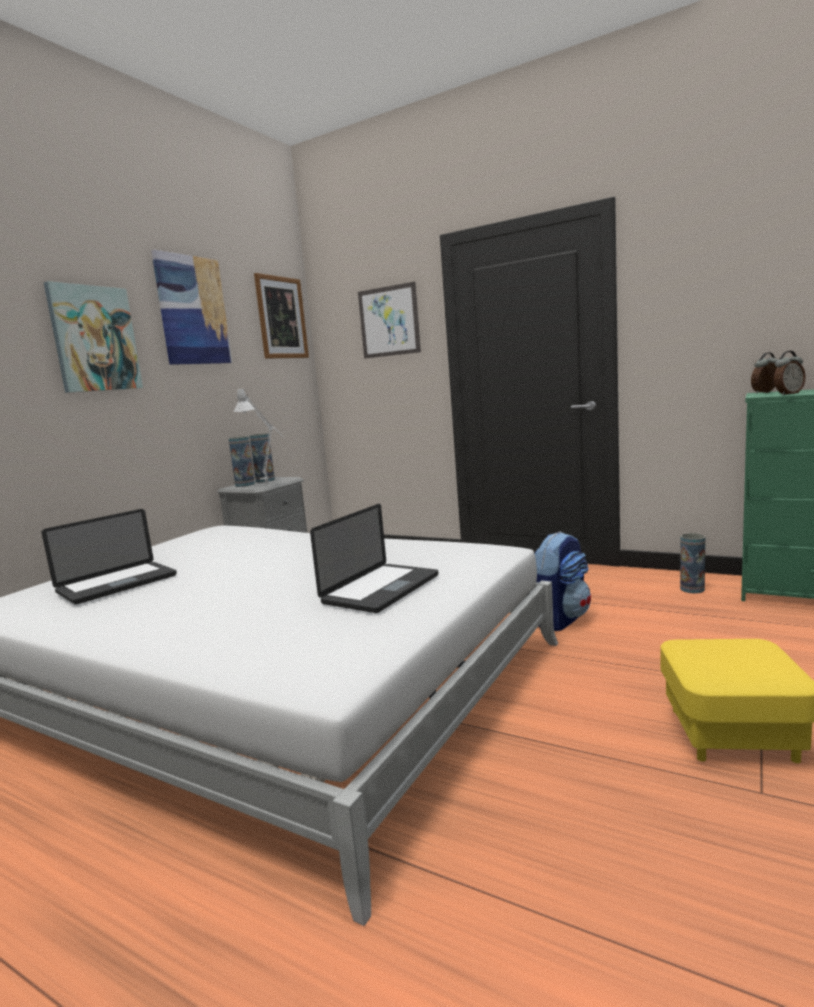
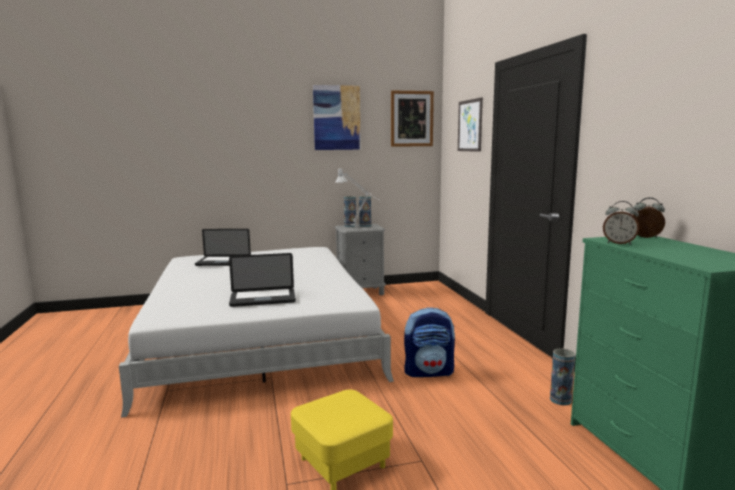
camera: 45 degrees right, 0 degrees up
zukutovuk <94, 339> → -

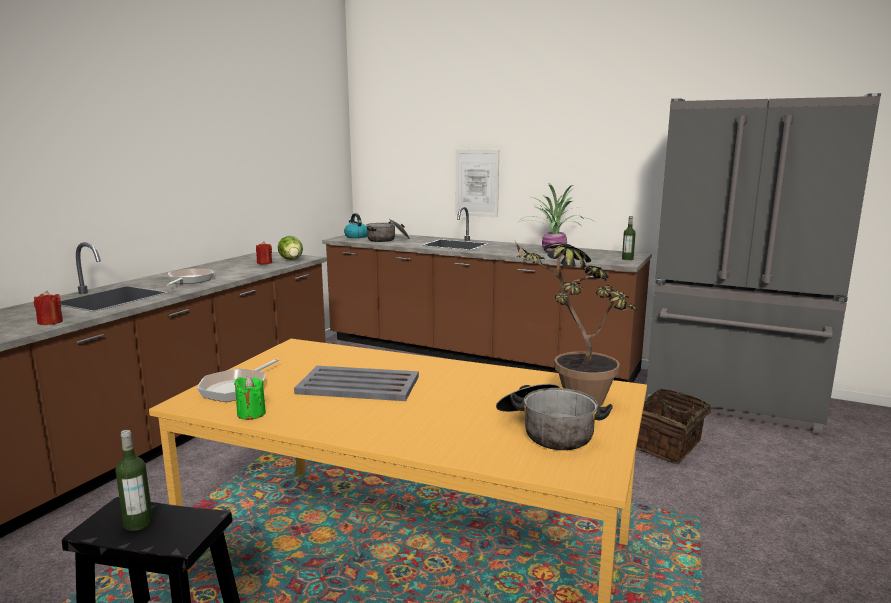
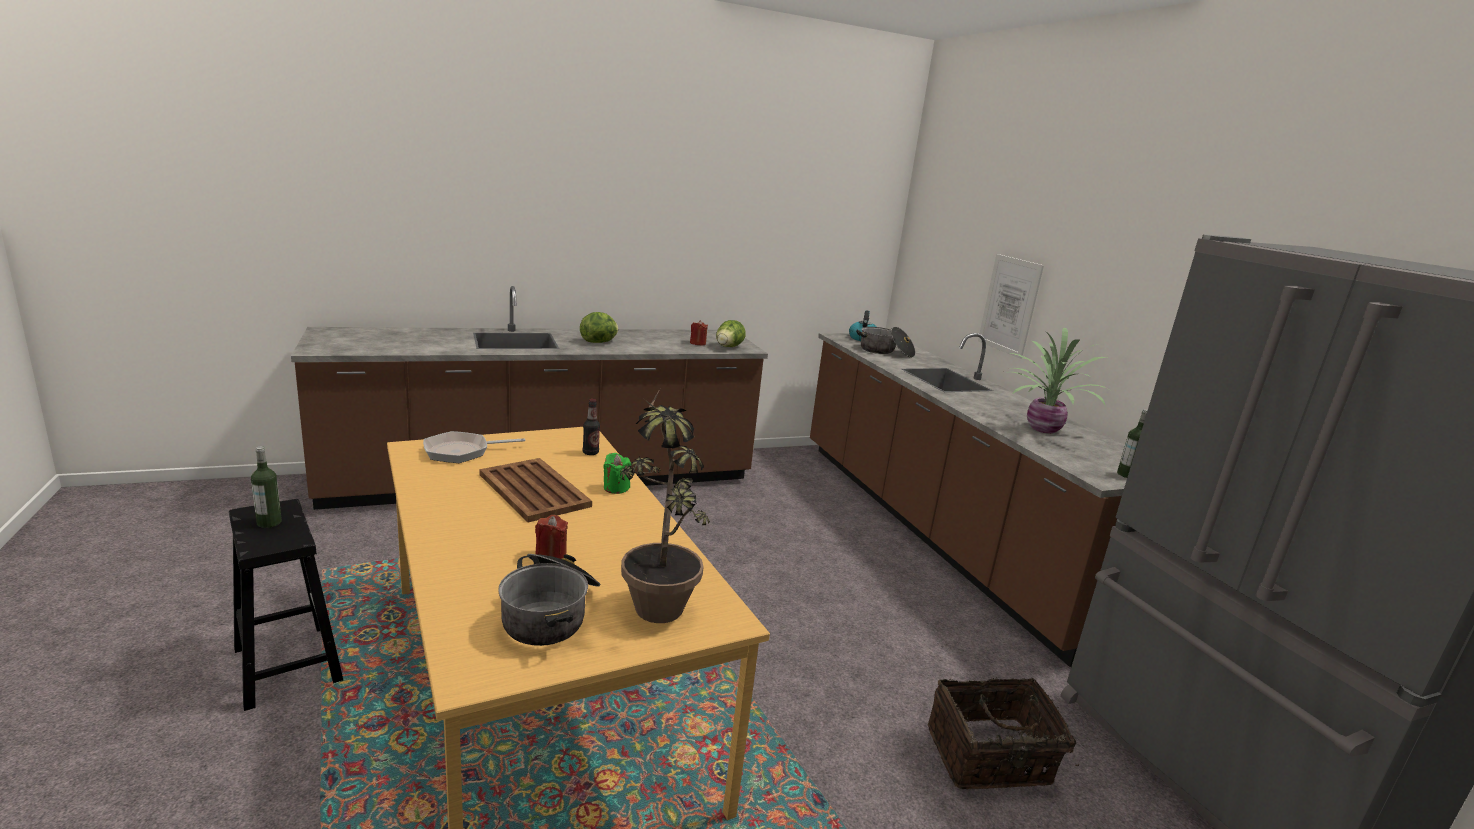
camera: 40 degrees right, 5 degrees up
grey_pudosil <359, 385> → brown_pudosil <534, 491>
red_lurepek <50, 322> → red_lurepek <551, 555>, shifted
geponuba <189, 280> → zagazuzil <599, 342>
- → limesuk <590, 453>
green_lurepek <251, 414> → green_lurepek <616, 488>, shifted

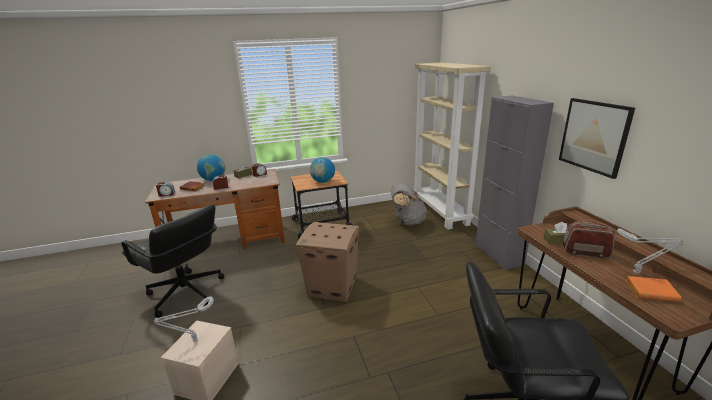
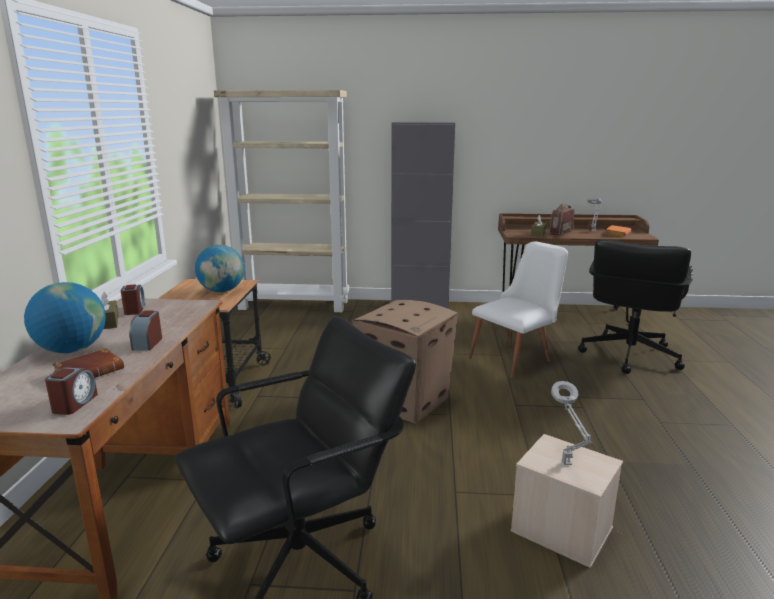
camera: 70 degrees left, 5 degrees down
- → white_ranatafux <516, 358>
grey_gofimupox <407, 222> → -
zukutovuk <594, 136> → -

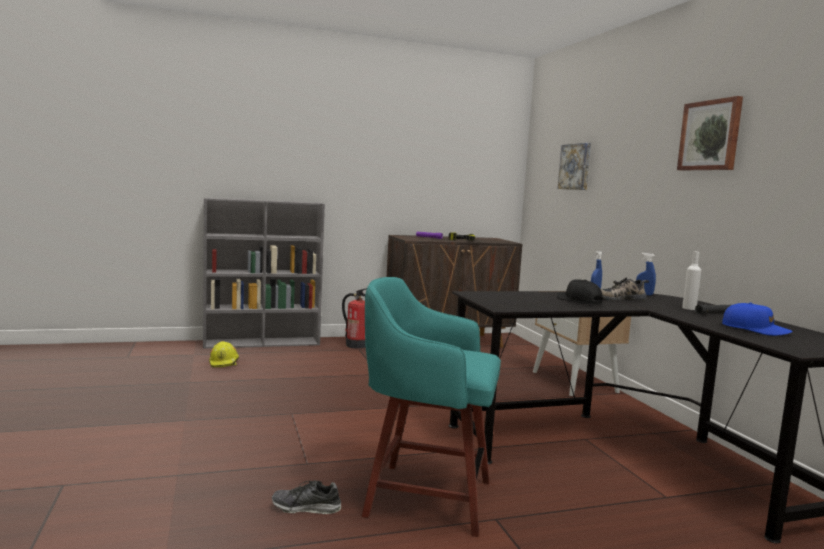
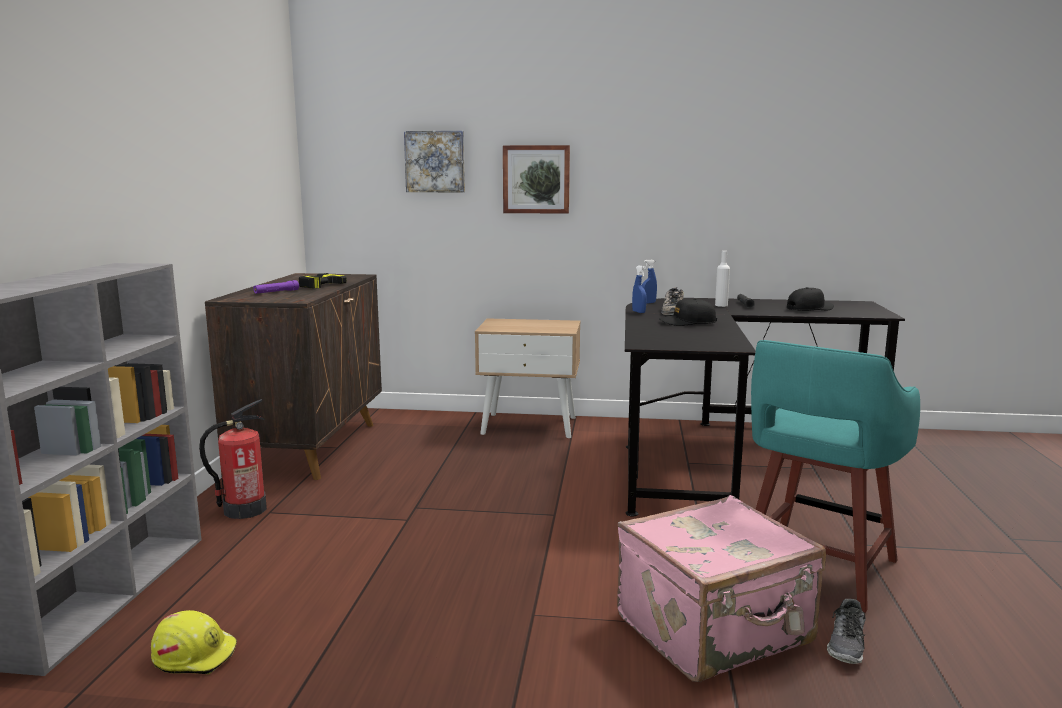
camera: 65 degrees left, 5 degrees up
zukutovuk <710, 135> → zukutovuk <536, 179>, shifted
- → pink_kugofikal <716, 631>
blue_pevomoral <755, 329> → black_pevomoral <809, 308>

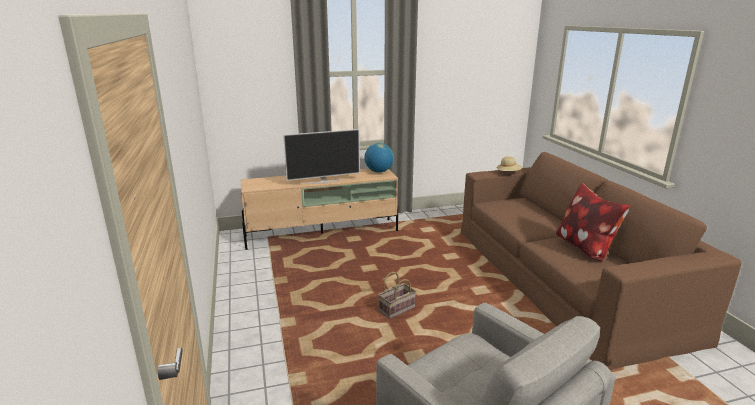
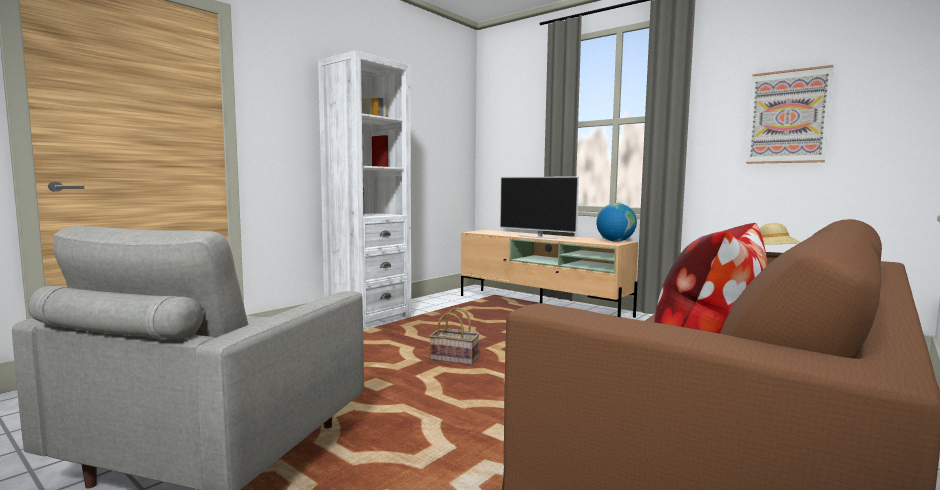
camera: 55 degrees right, 15 degrees down
- → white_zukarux <368, 319>
- → zukutovuk <787, 117>

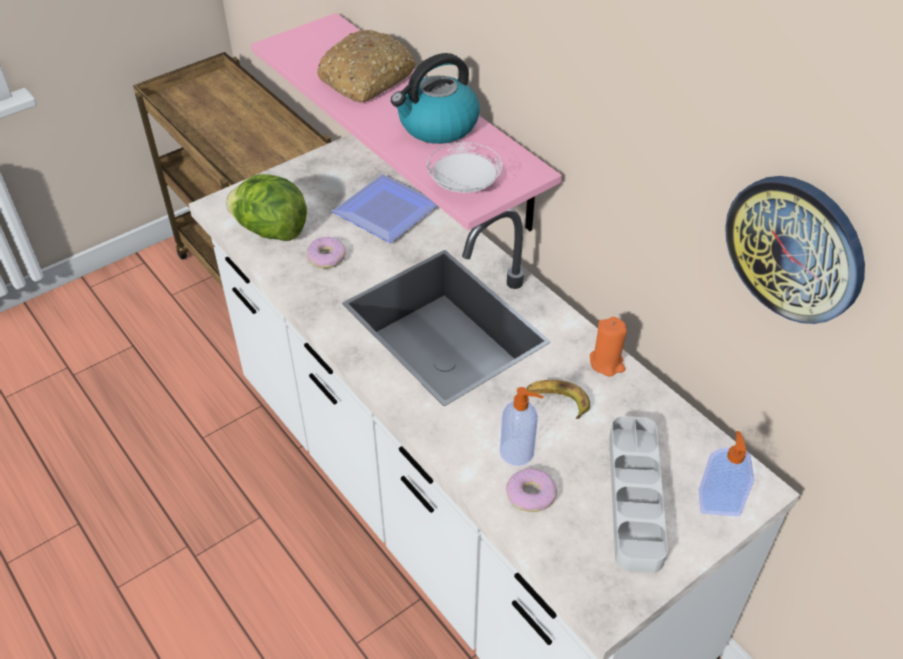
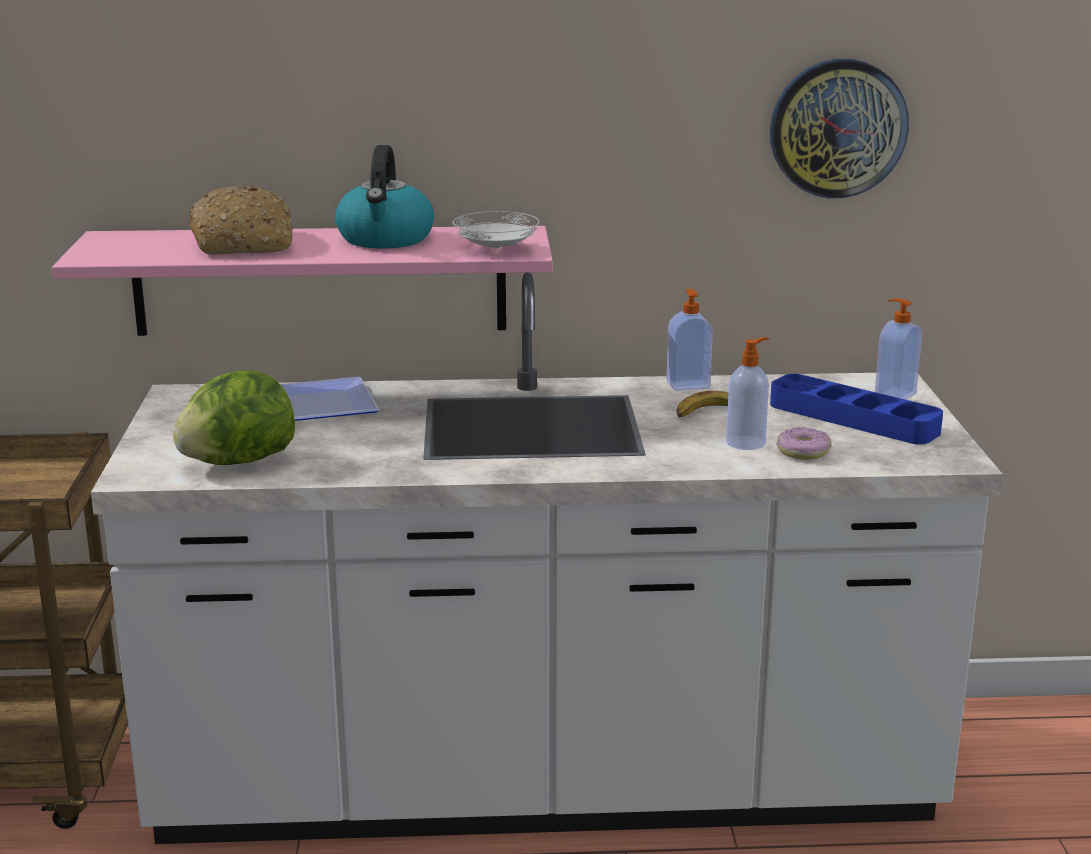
camera: 55 degrees left, 25 degrees down
orange_lurepek <607, 363> → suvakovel <687, 385>
grey_pudosil <635, 496> → blue_pudosil <853, 418>
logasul <327, 257> → -

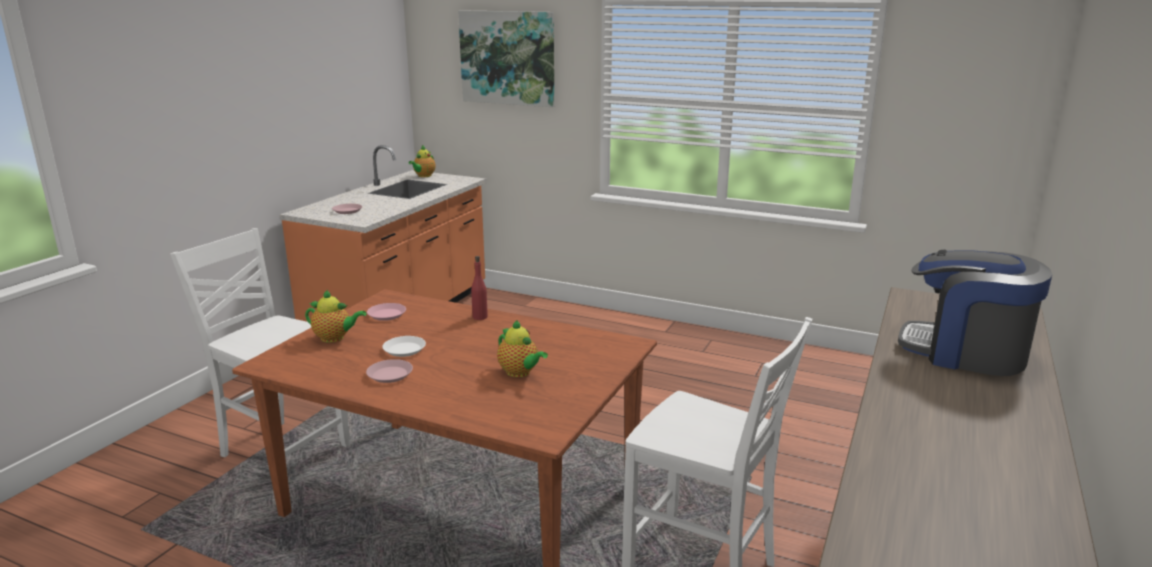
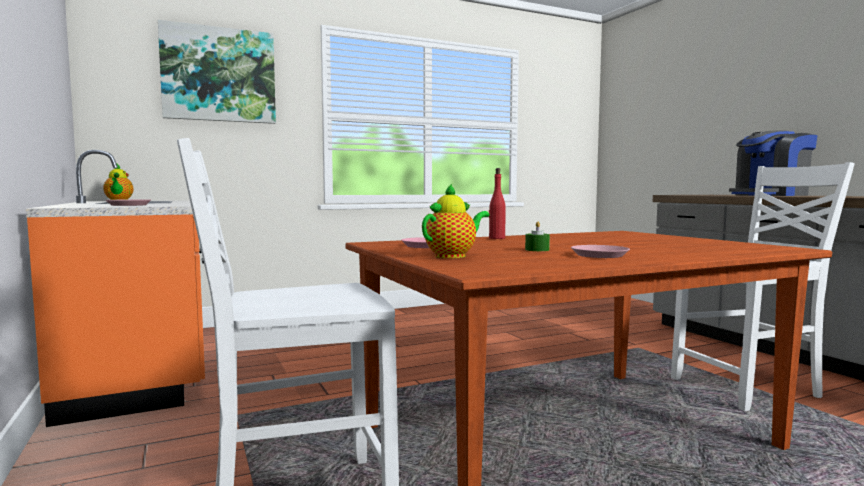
camera: 50 degrees left, 15 degrees down
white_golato <404, 349> → green_lurepek <537, 250>
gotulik <520, 373> → -

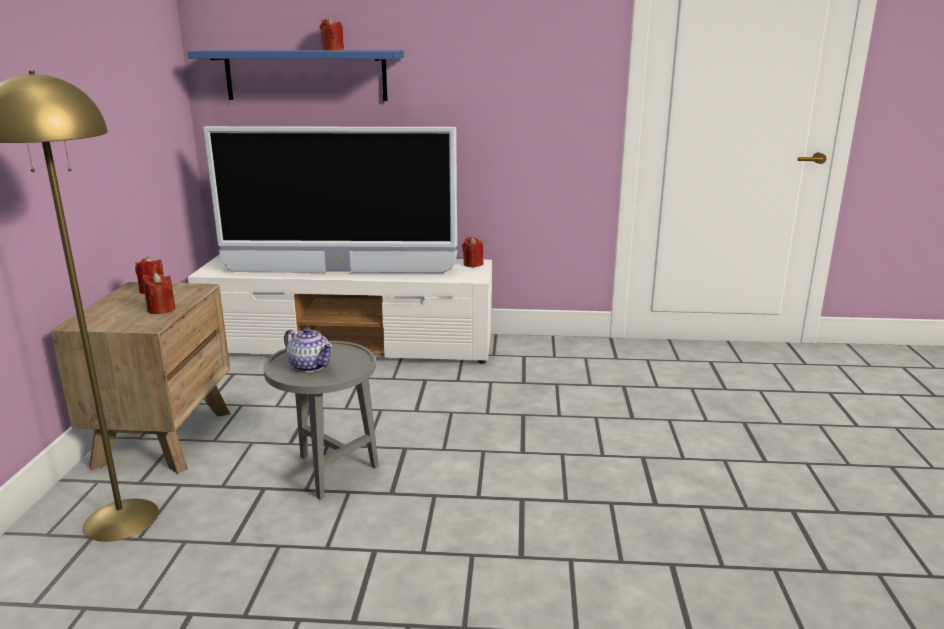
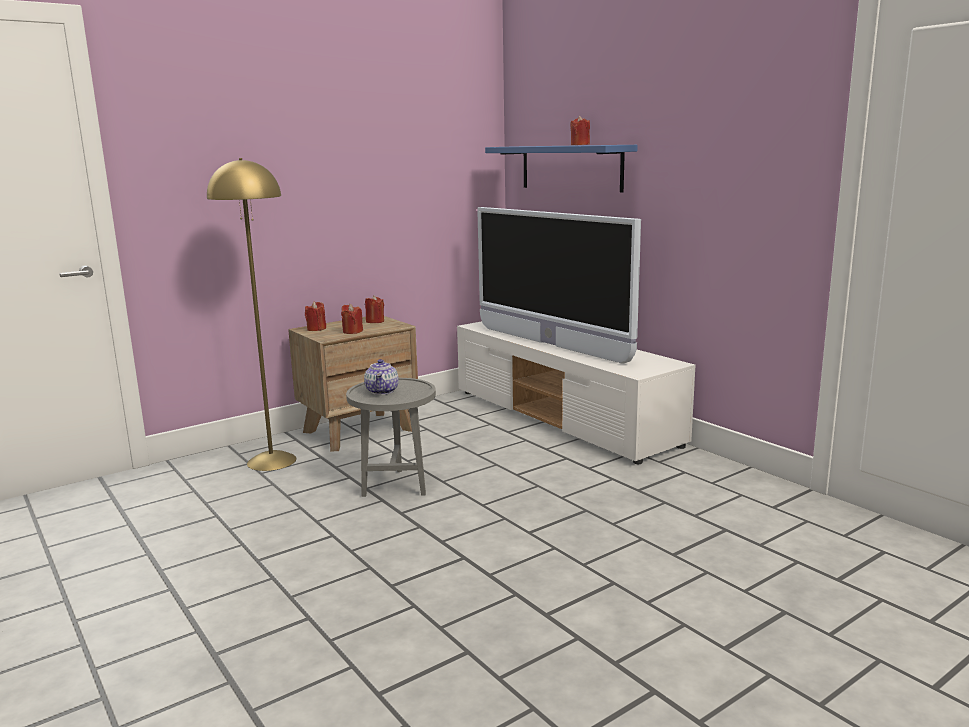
camera: 50 degrees right, 5 degrees down
red_lurepek <473, 264> → red_lurepek <316, 329>, shifted

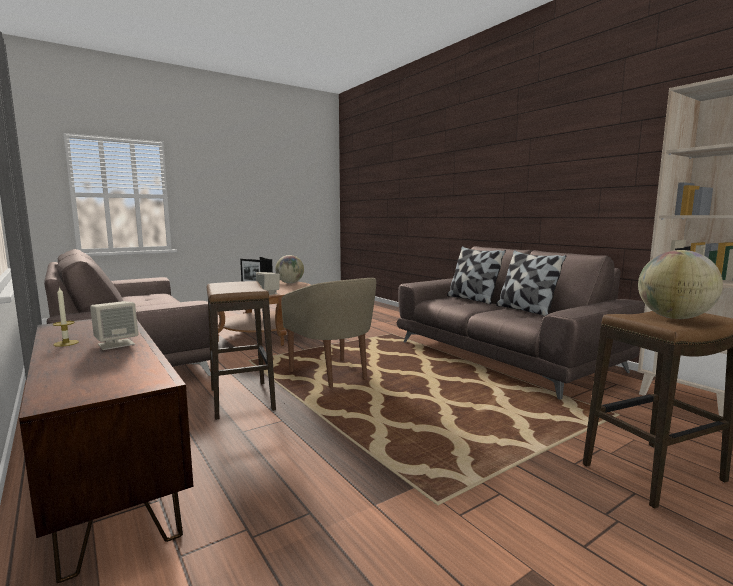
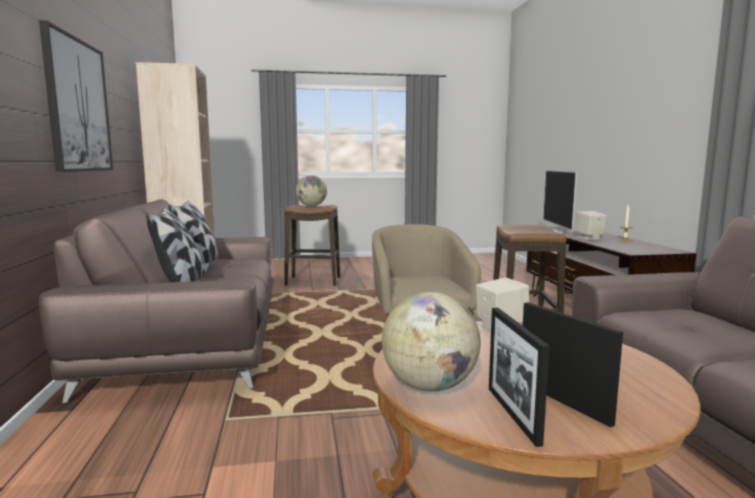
camera: 155 degrees left, 0 degrees up
- → zukutovuk <78, 106>
- → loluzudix <560, 232>

